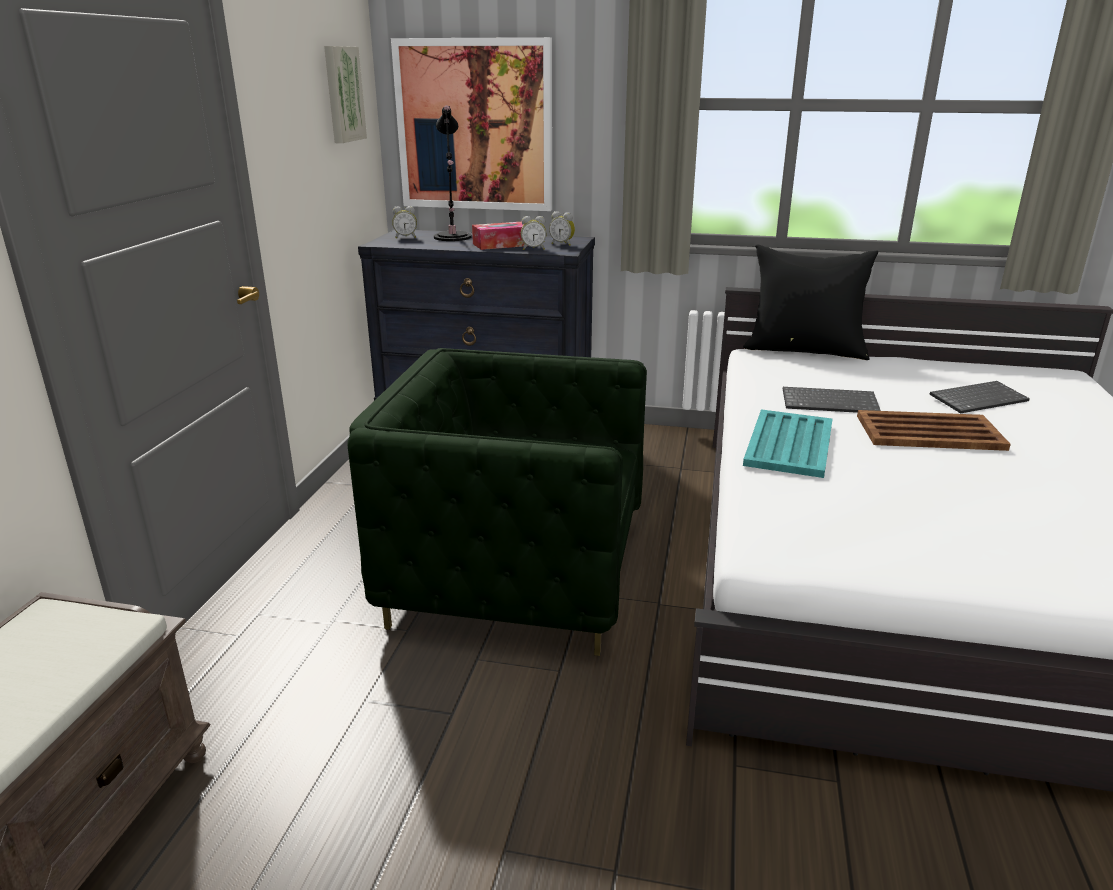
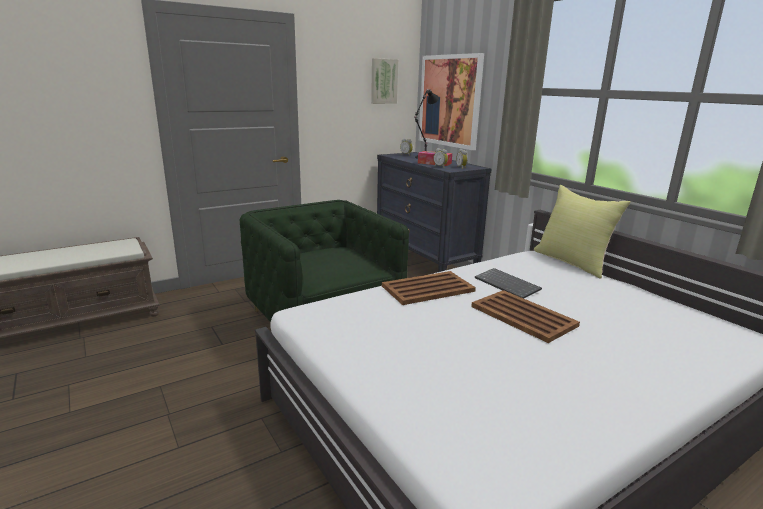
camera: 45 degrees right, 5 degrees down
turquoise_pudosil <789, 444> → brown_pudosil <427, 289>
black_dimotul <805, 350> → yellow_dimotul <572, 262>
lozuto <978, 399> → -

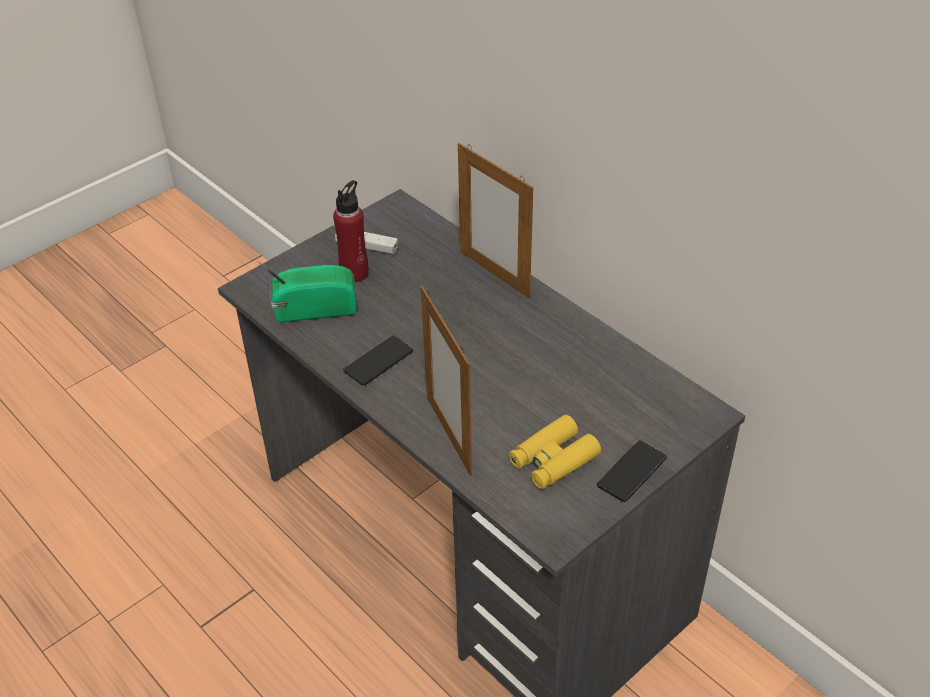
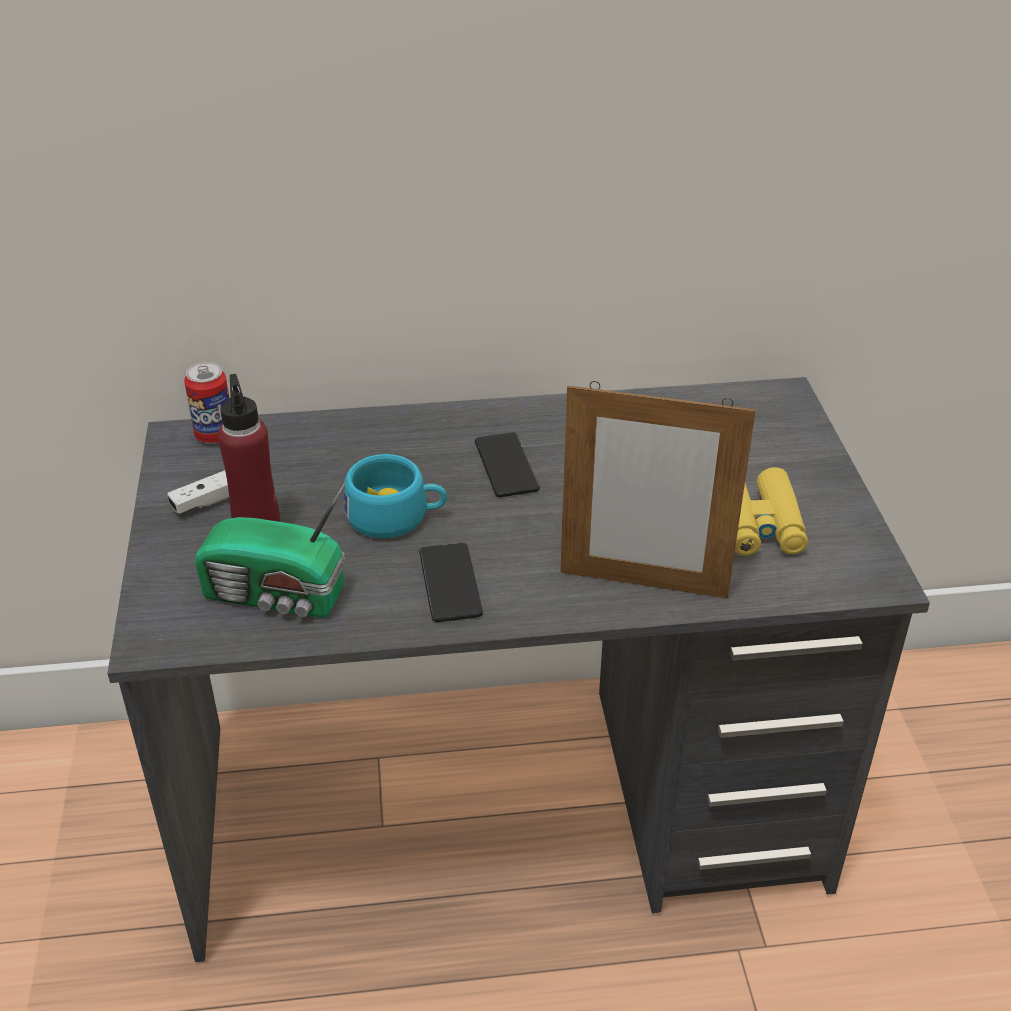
camera: 55 degrees left, 5 degrees down
- → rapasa <215, 435>
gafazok <313, 308> → gafazok <277, 596>, 105 degrees counterclockwise
- → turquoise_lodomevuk <396, 517>
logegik <632, 472> → logegik <506, 466>, shifted
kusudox <494, 274> → -

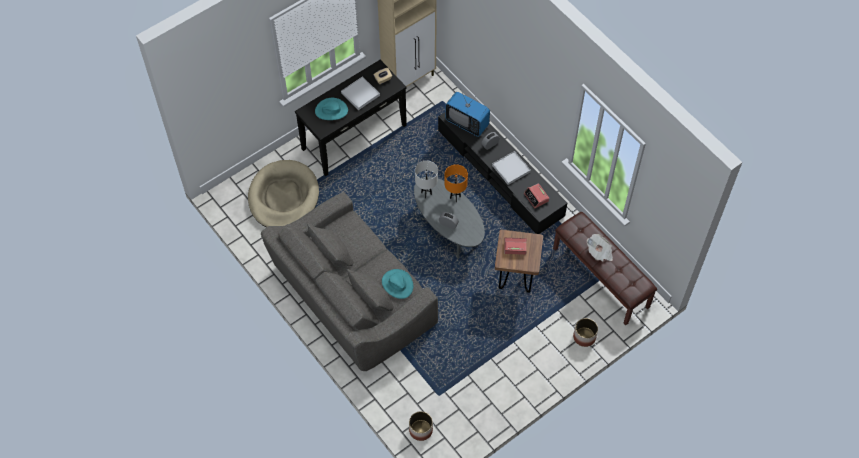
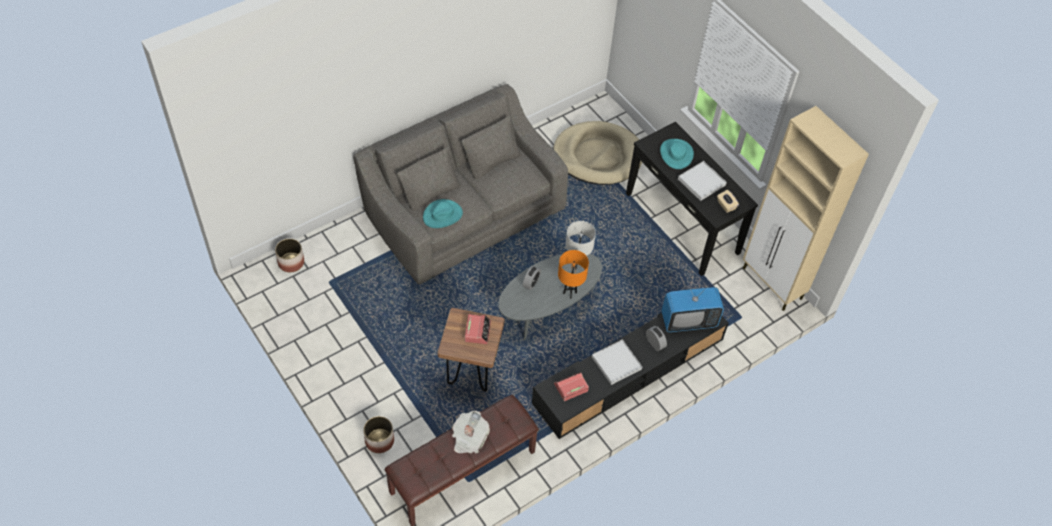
camera: 90 degrees right, 5 degrees down
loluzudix <467, 123> → loluzudix <688, 320>, 135 degrees counterclockwise

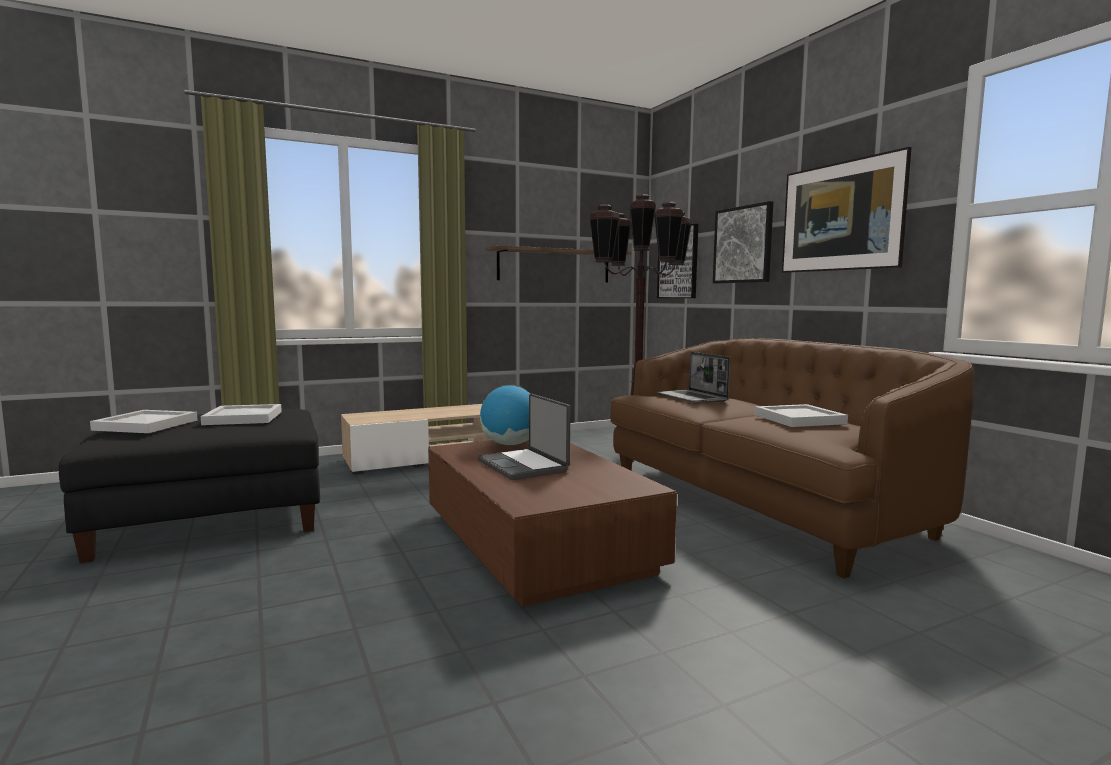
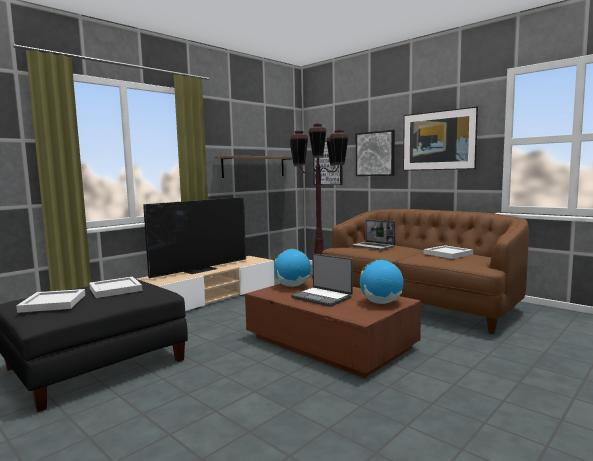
camera: 20 degrees left, 0 degrees up
- → loluzudix <201, 270>
- → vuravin <381, 303>

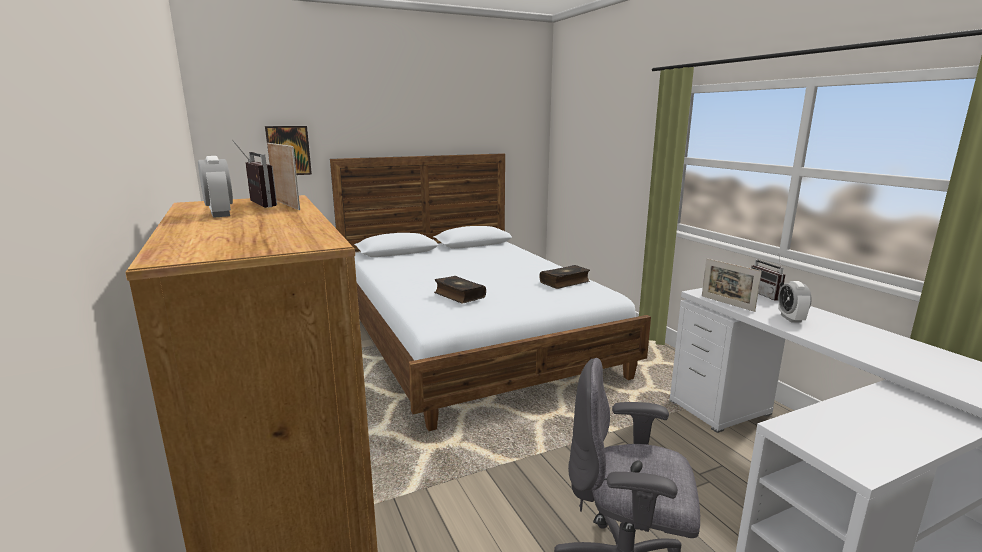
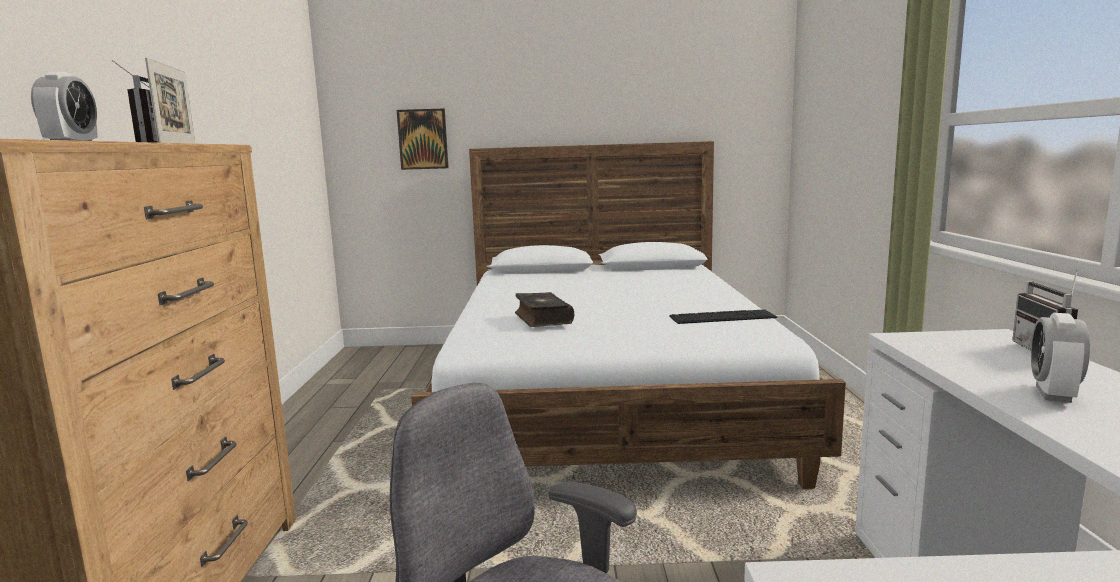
camera: 25 degrees right, 5 degrees down
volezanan <565, 282> → lozuto <722, 317>
kusudox <727, 303> → -

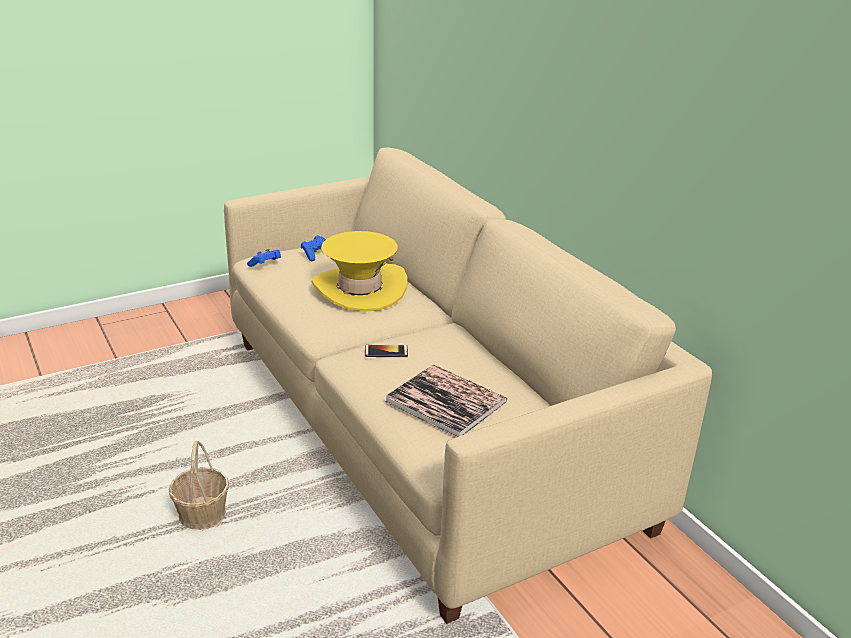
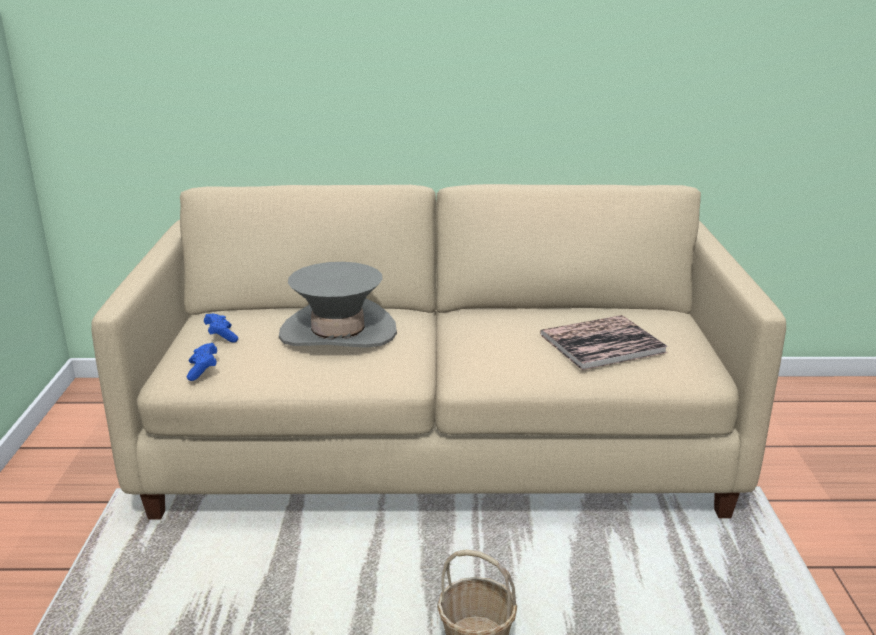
camera: 60 degrees left, 5 degrees down
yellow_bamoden <360, 289> → grey_bamoden <338, 332>
logegik <386, 351> → -

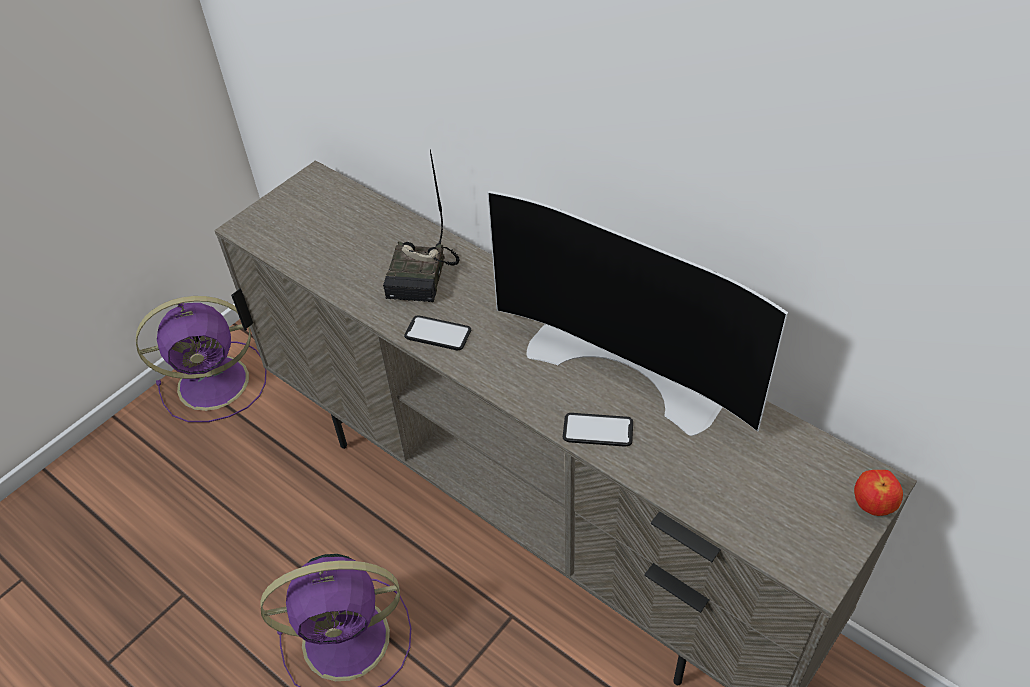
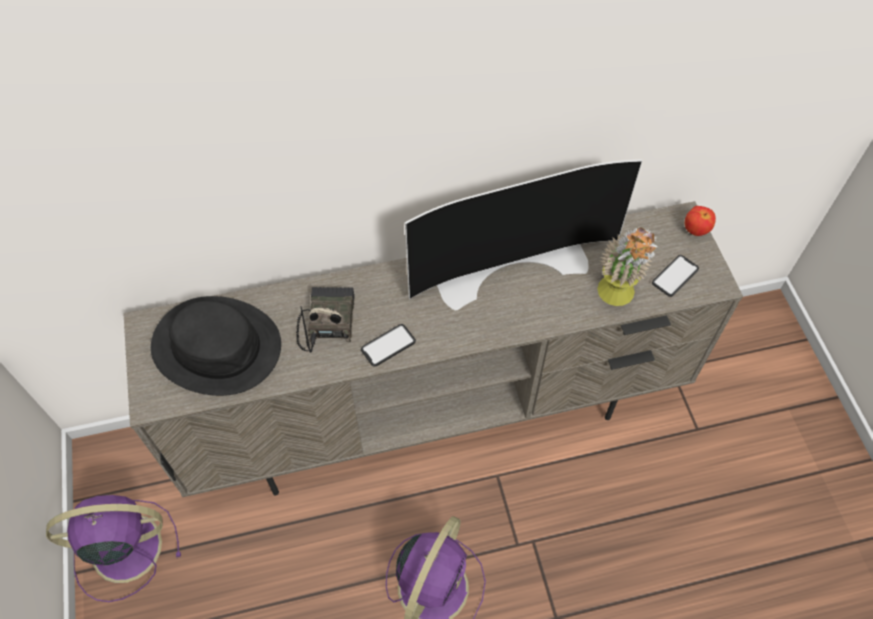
camera: 55 degrees left, 10 degrees up
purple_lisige <217, 382> → purple_lisige <123, 548>, 120 degrees counterclockwise
- → black_bamoden <217, 346>
gafazok <423, 277> → gafazok <326, 321>, 135 degrees counterclockwise
- → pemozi <616, 299>
logegik <598, 430> → logegik <675, 276>, shifted

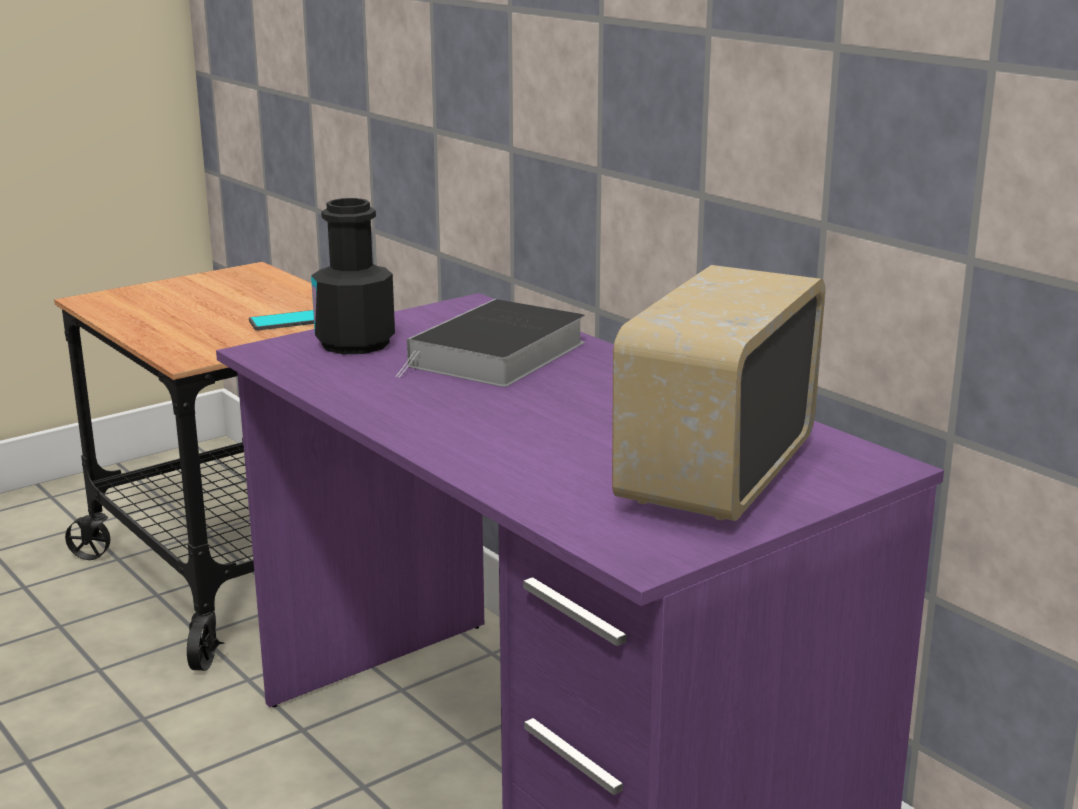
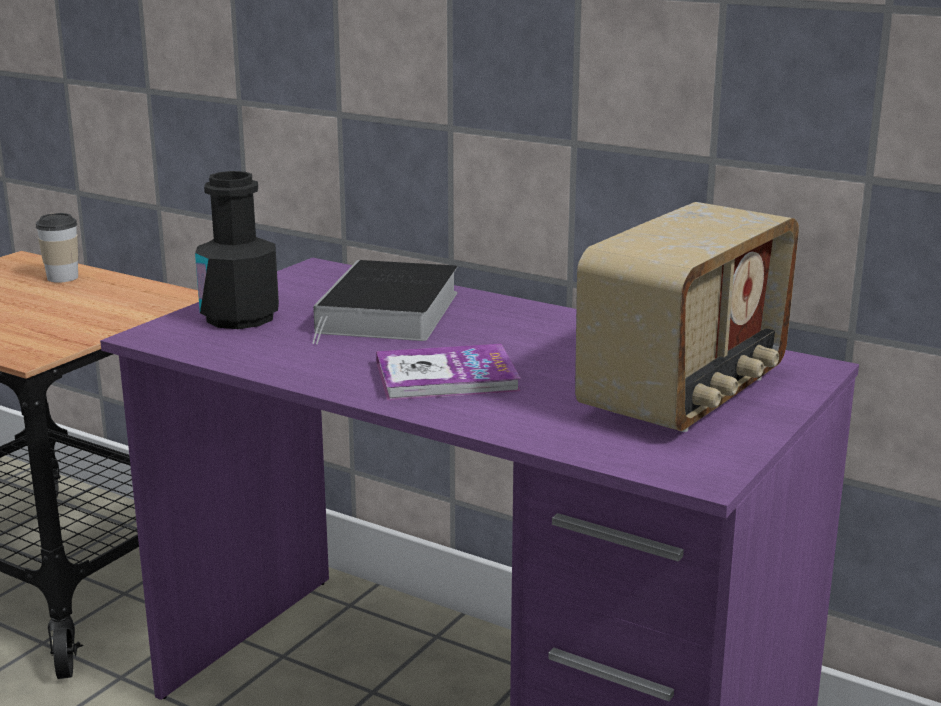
camera: 20 degrees left, 0 degrees up
- → lodomevuk <62, 278>
- → volezanan <446, 377>
gafazok <714, 475> → gafazok <687, 395>, 150 degrees counterclockwise
logegik <288, 321> → -

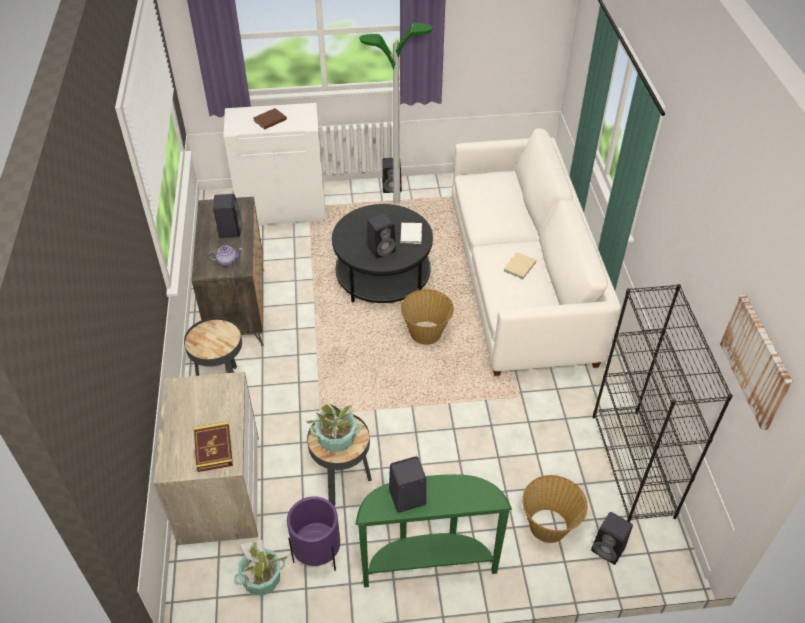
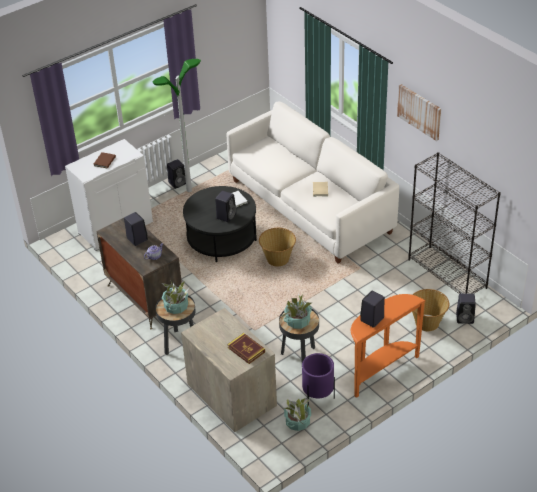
camera: 30 degrees left, 5 degrees down
- → pemozi <176, 306>
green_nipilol <428, 564> → orange_nipilol <380, 370>
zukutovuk <756, 361> → zukutovuk <419, 111>, shifted

